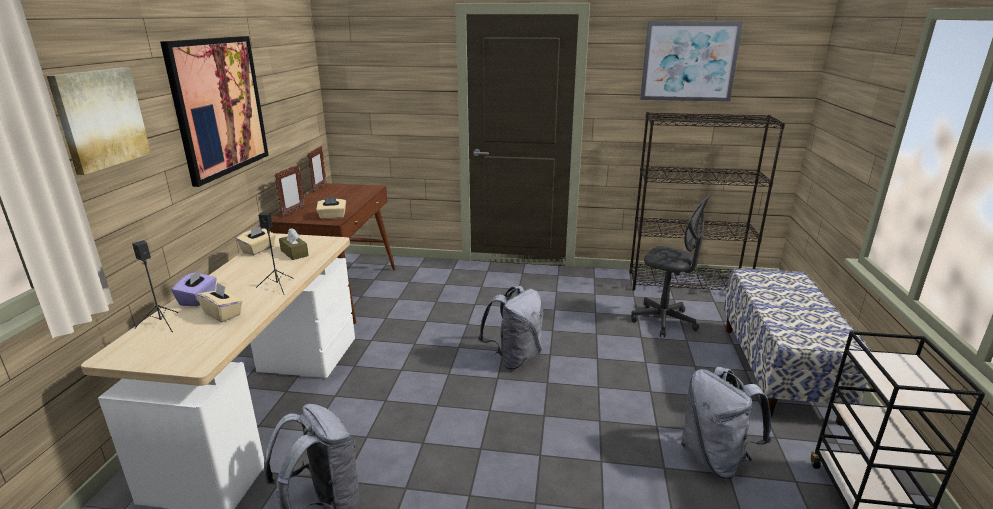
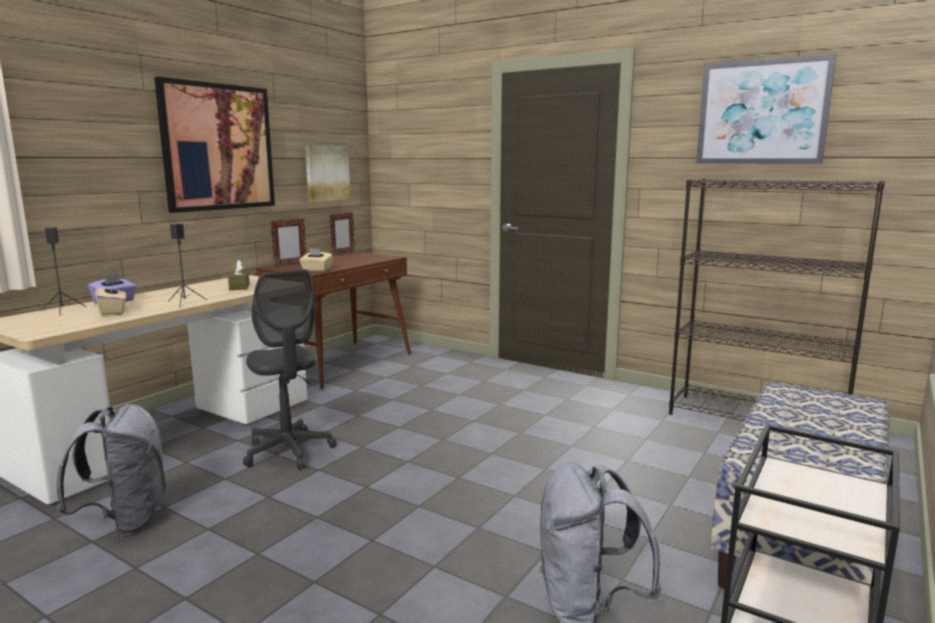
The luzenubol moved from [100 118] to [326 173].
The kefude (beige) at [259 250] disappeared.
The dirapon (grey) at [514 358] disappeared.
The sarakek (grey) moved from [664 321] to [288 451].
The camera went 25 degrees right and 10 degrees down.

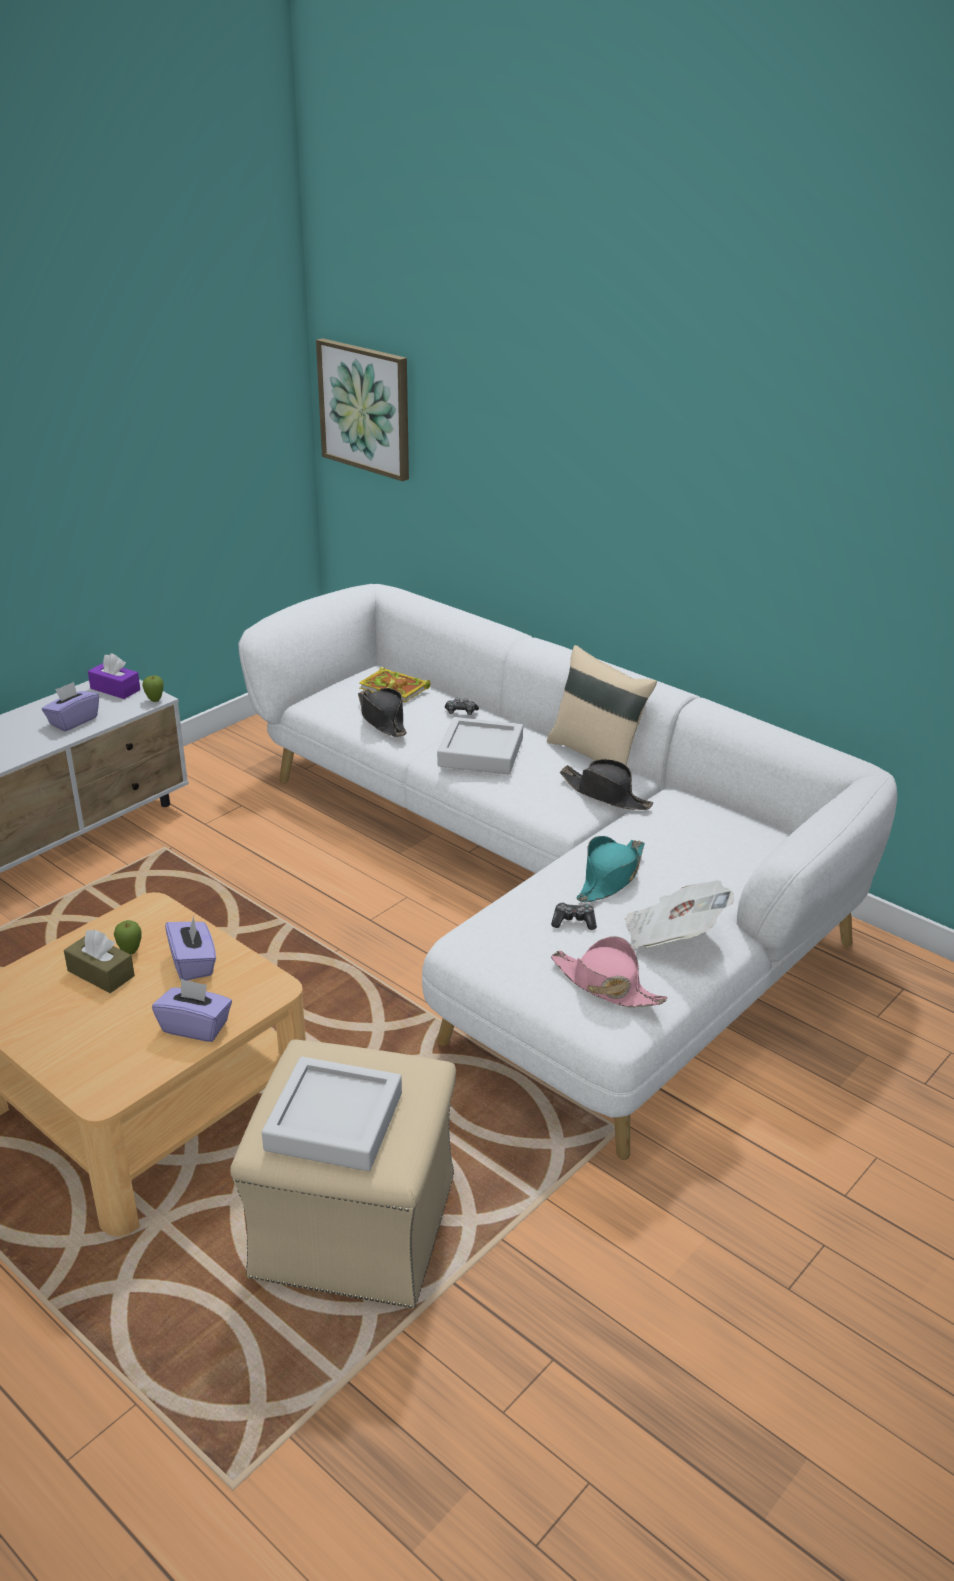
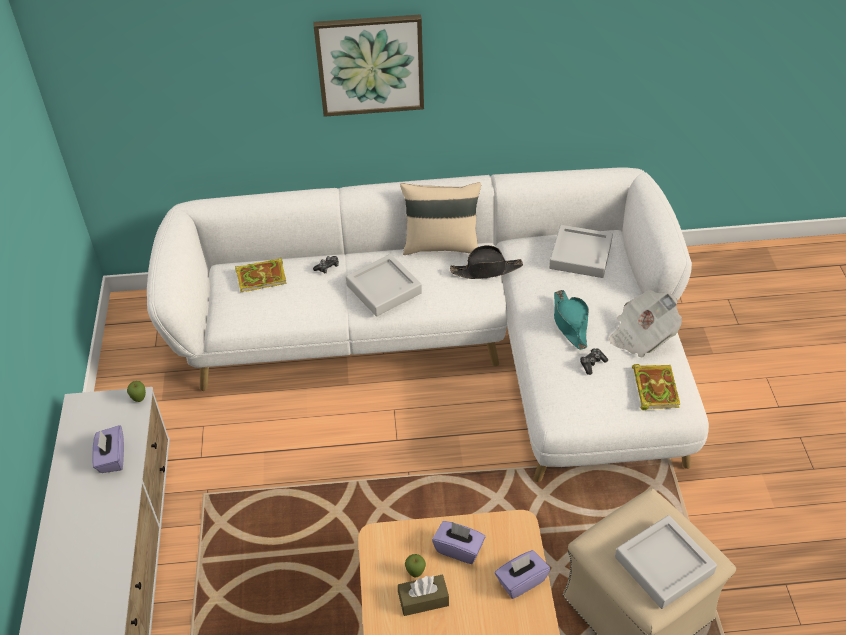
The kefude (purple) at [115 689] disappeared.
The luzenubol moved from [365 408] to [370 64].
The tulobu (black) at [382 719] disappeared.
The tulobu (pink) at [606 985] was replaced by the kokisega at [654 388].
The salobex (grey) at [580 255] appeared.
The camera went 45 degrees left and 15 degrees up.

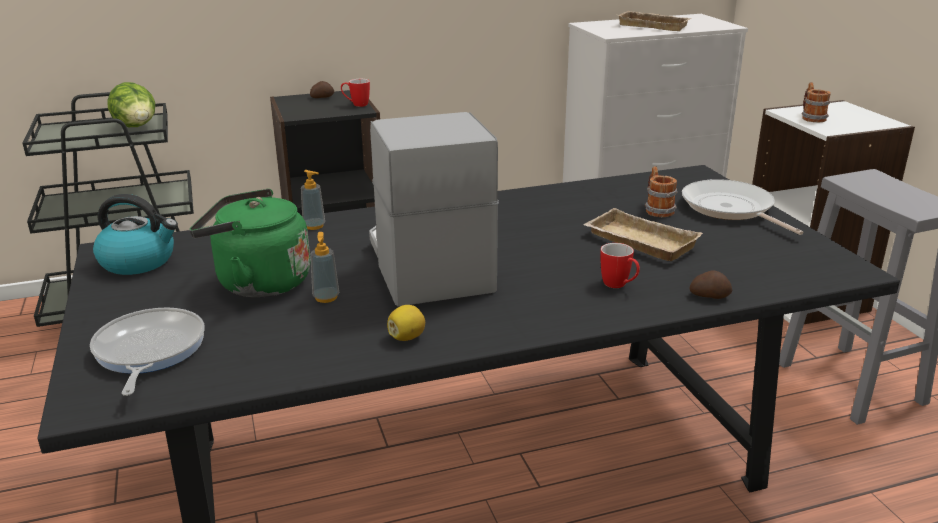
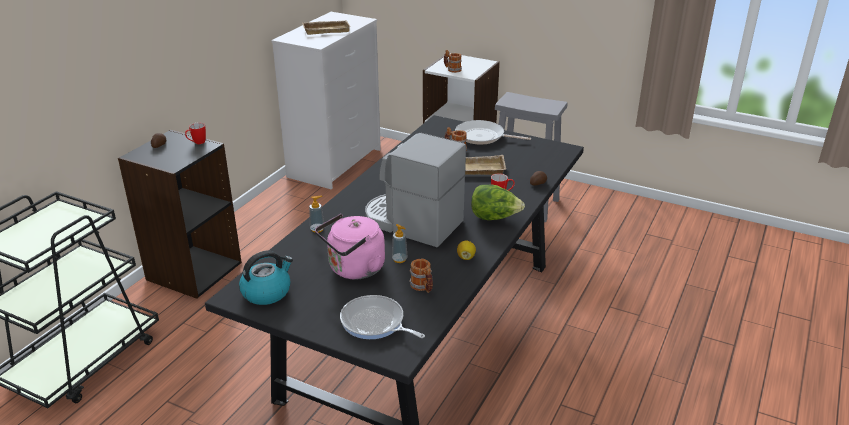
The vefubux moved from [137 128] to [494 218].
The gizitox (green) at [258 283] became the gizitox (pink) at [354 269].
The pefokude at [423 287] appeared.
The camera went 45 degrees left and 5 degrees up.

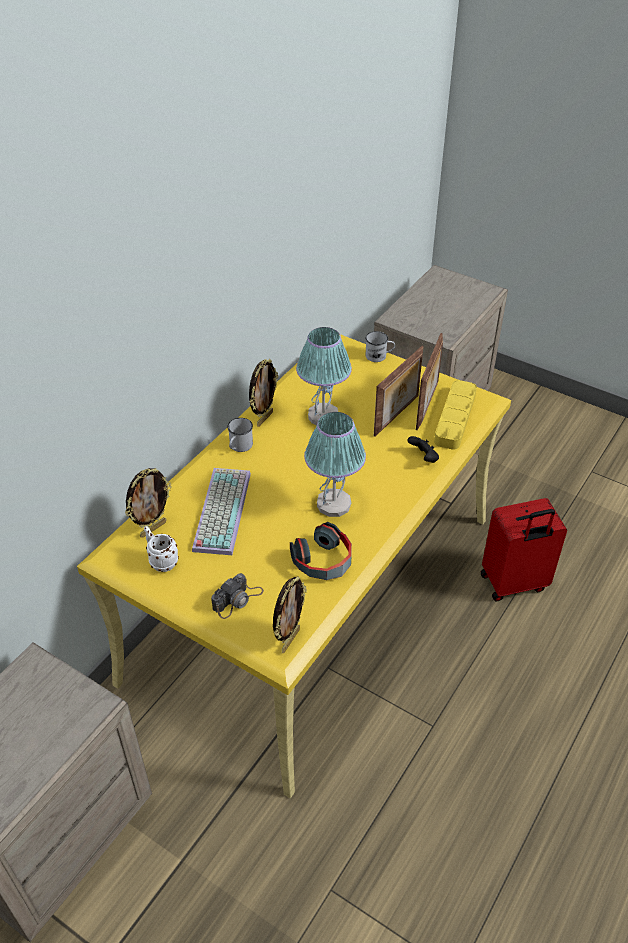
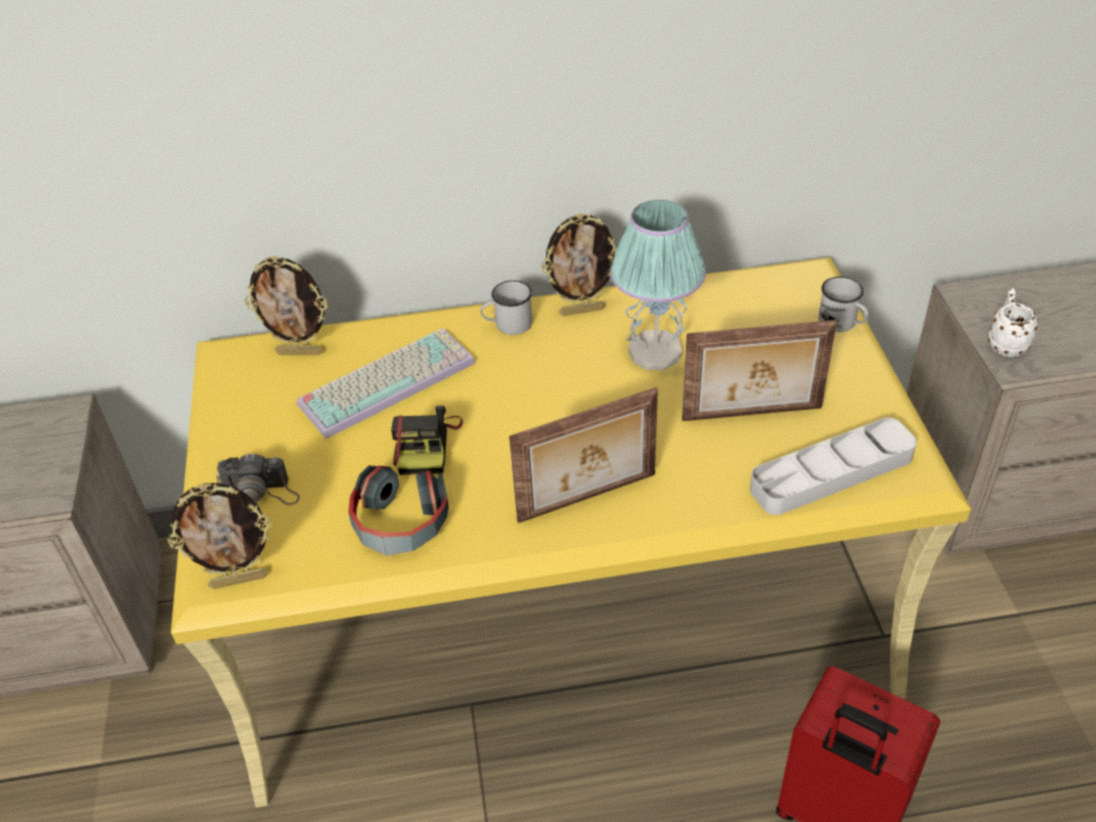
The pefokude (white) moved from [161 560] to [1005 343].
The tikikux at [333 504] disappeared.
The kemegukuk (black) at [423 458] disappeared.
The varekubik moved from [427 406] to [588 499].
The salobex (yellow) at [455 418] became the salobex (grey) at [831 473].
The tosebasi at [426 445] appeared.
The camera went 50 degrees right and 0 degrees up.

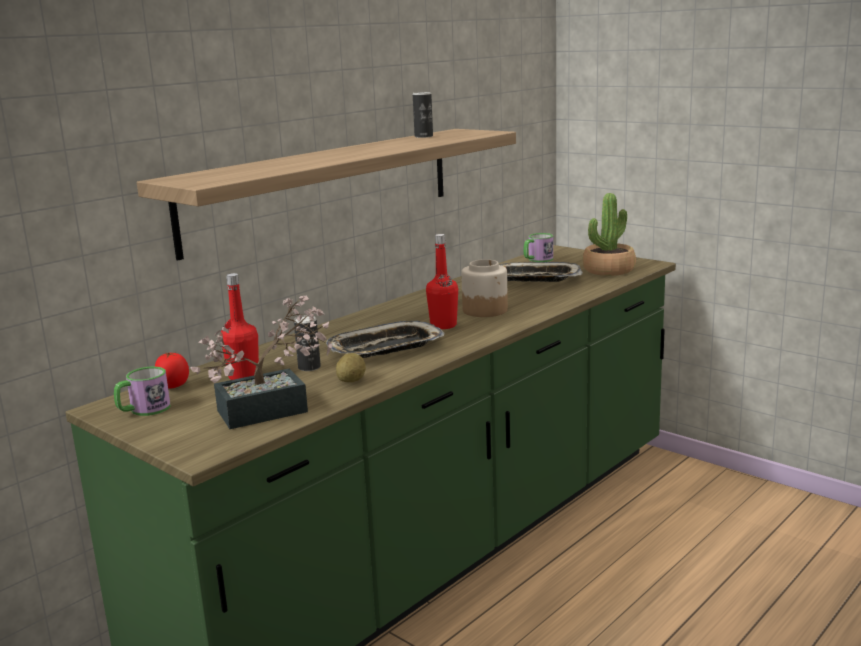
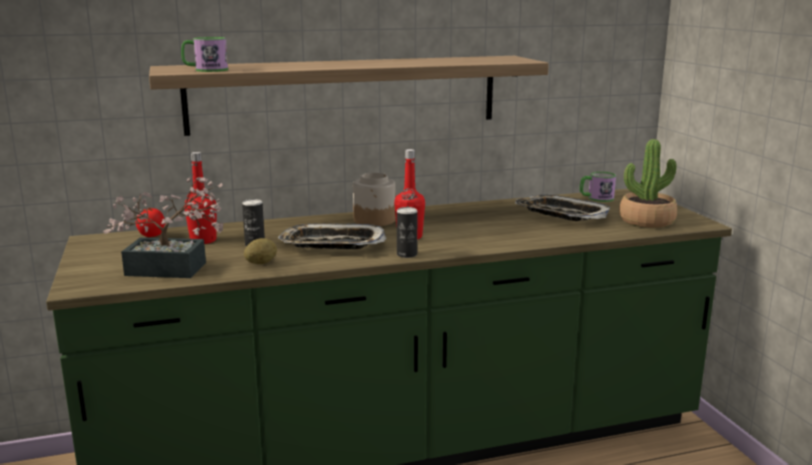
The pefokude moved from [144 410] to [205 70].
The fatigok moved from [423 136] to [407 254].
The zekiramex moved from [485 310] to [375 220].
The camera went 30 degrees right and 0 degrees up.

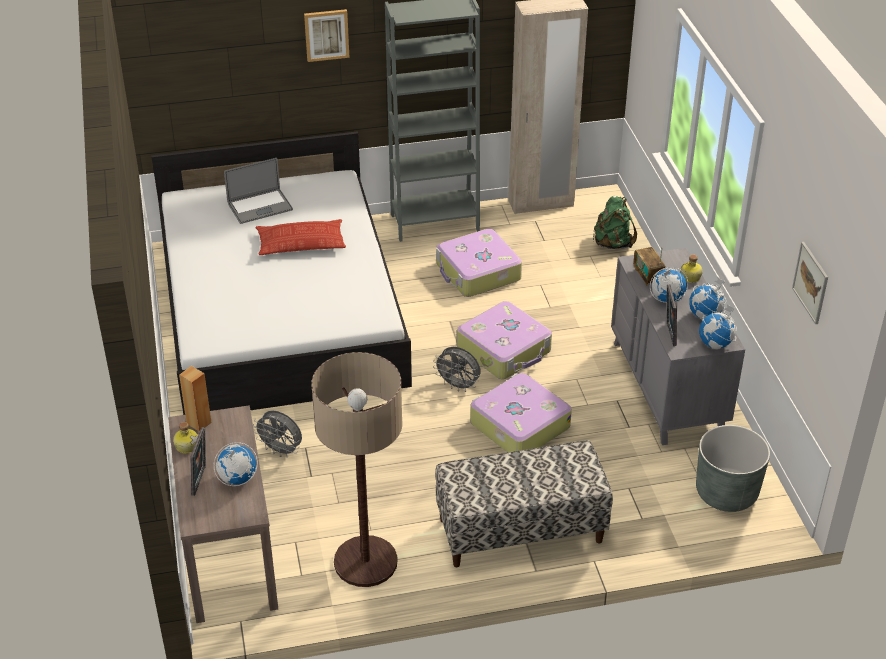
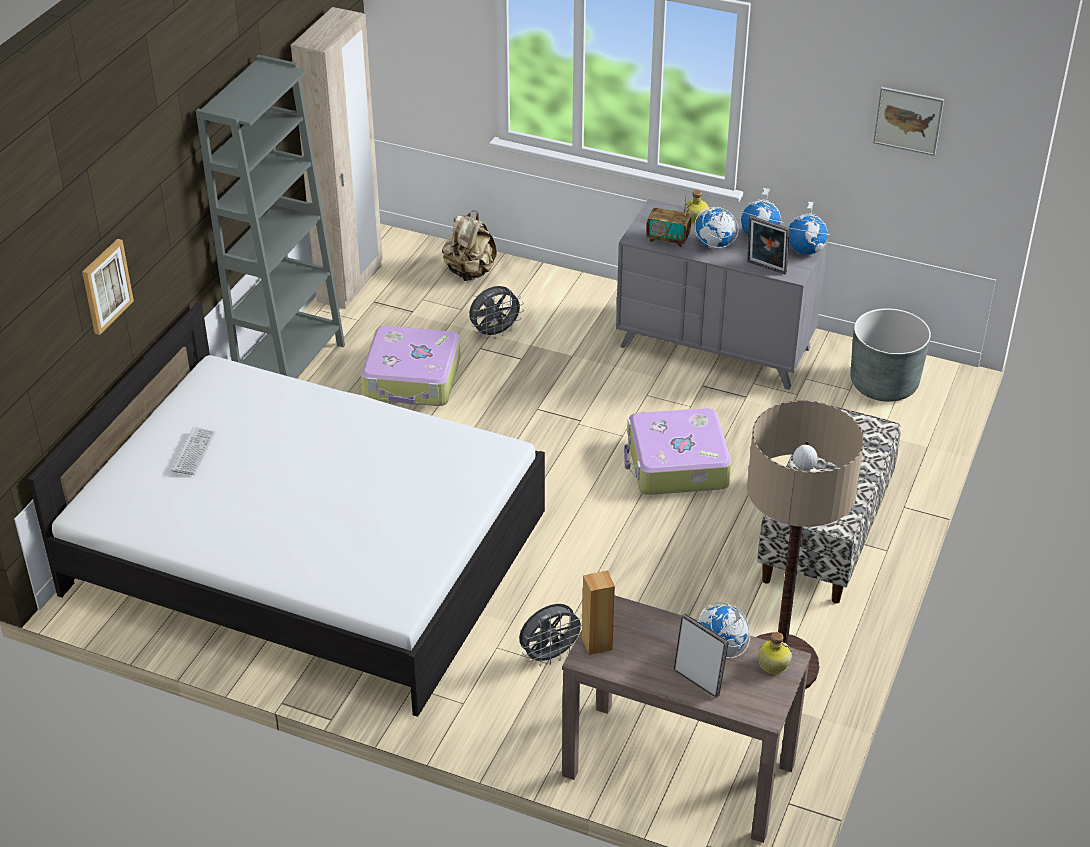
The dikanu moved from [186 445] to [772 663].
The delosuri at [260 207] was replaced by the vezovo at [193 452].
The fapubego at [301 243] disappeared.
The luzenubol moved from [326 34] to [106 286].
The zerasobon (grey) moved from [458 386] to [495 333].
The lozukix at [505 350] disappeared.
The dirapon (green) at [612 243] became the dirapon (beige) at [470 272].
The camera went 55 degrees left and 0 degrees up.

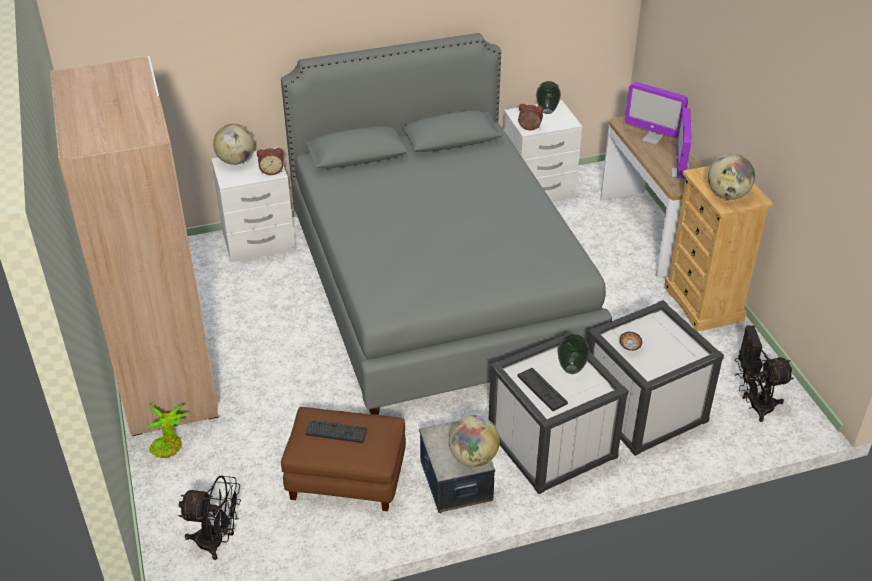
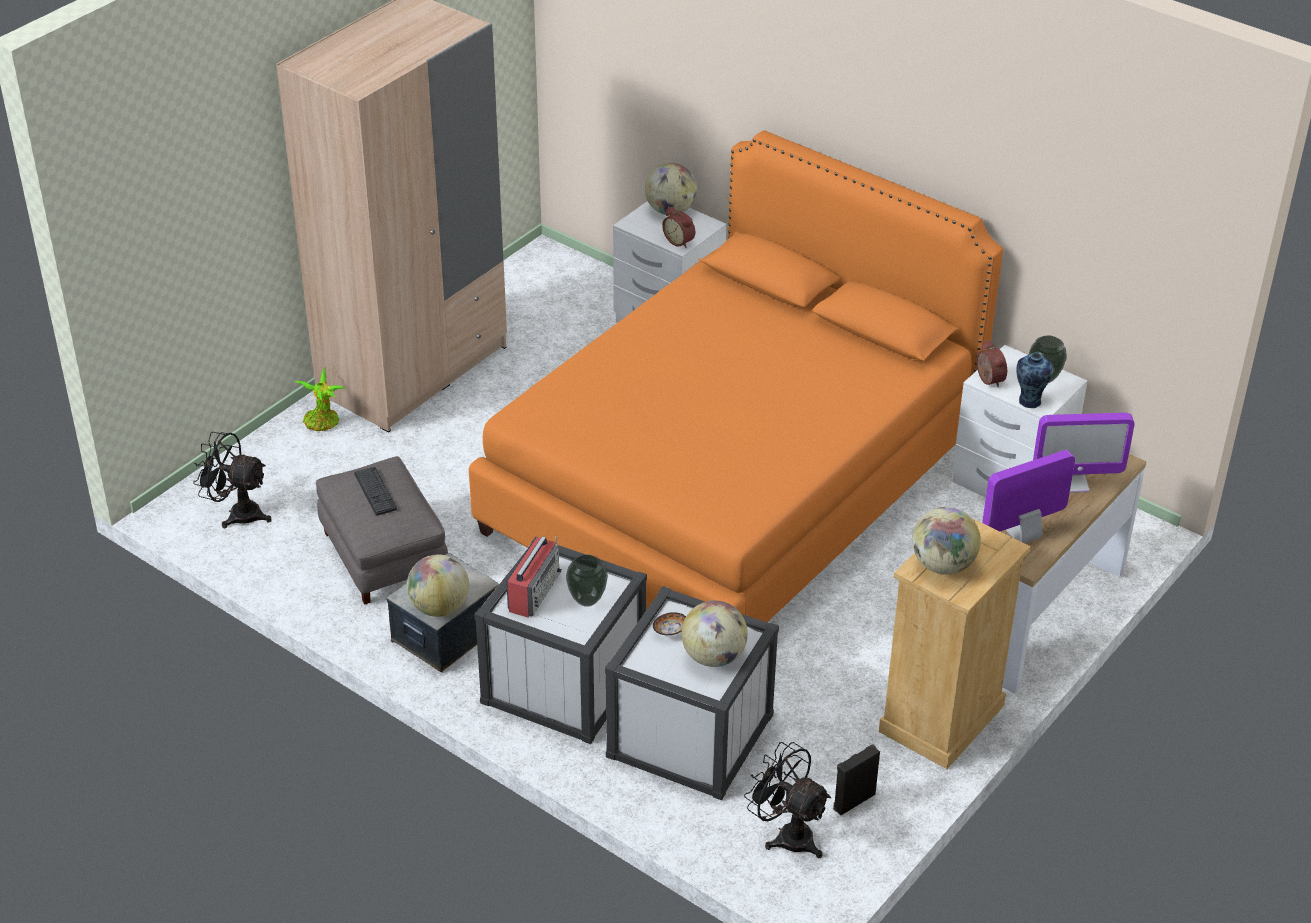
The zerasobon (black) at [217 541] turned 135 degrees clockwise.
The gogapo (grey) at [437 287] became the gogapo (orange) at [732 485].
The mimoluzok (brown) at [346 478] became the mimoluzok (grey) at [383 555].
The vezovo at [542 389] was replaced by the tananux at [534 591].
The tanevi at [652 139] turned 90 degrees counterclockwise.
The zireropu at [714 657] appeared.
The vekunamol at [1029 401] appeared.
The camera went 55 degrees right and 0 degrees up.

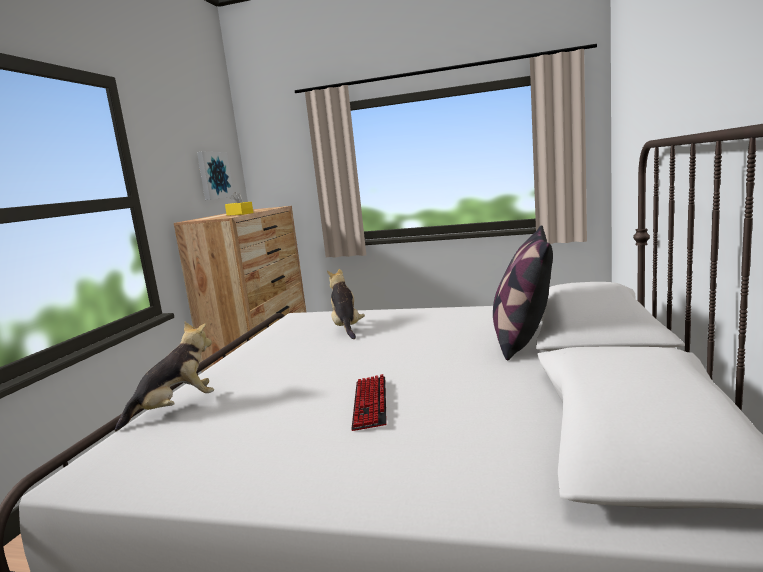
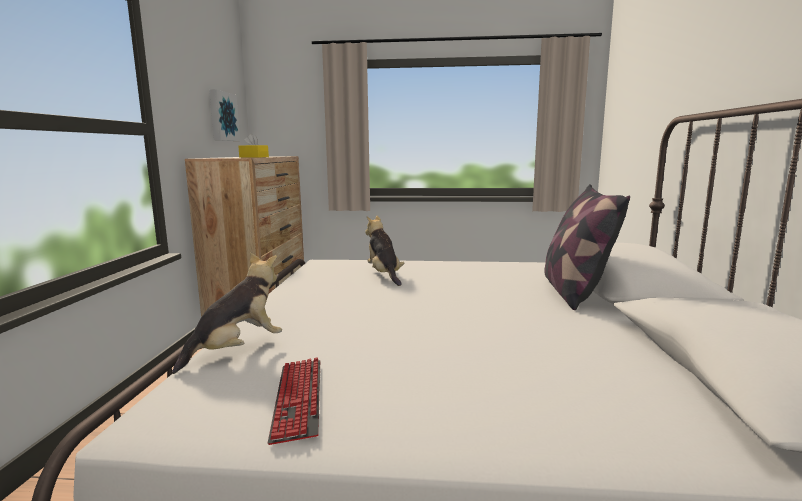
The vezovo moved from [370 403] to [298 399].
The camera went 10 degrees left and 0 degrees up.

